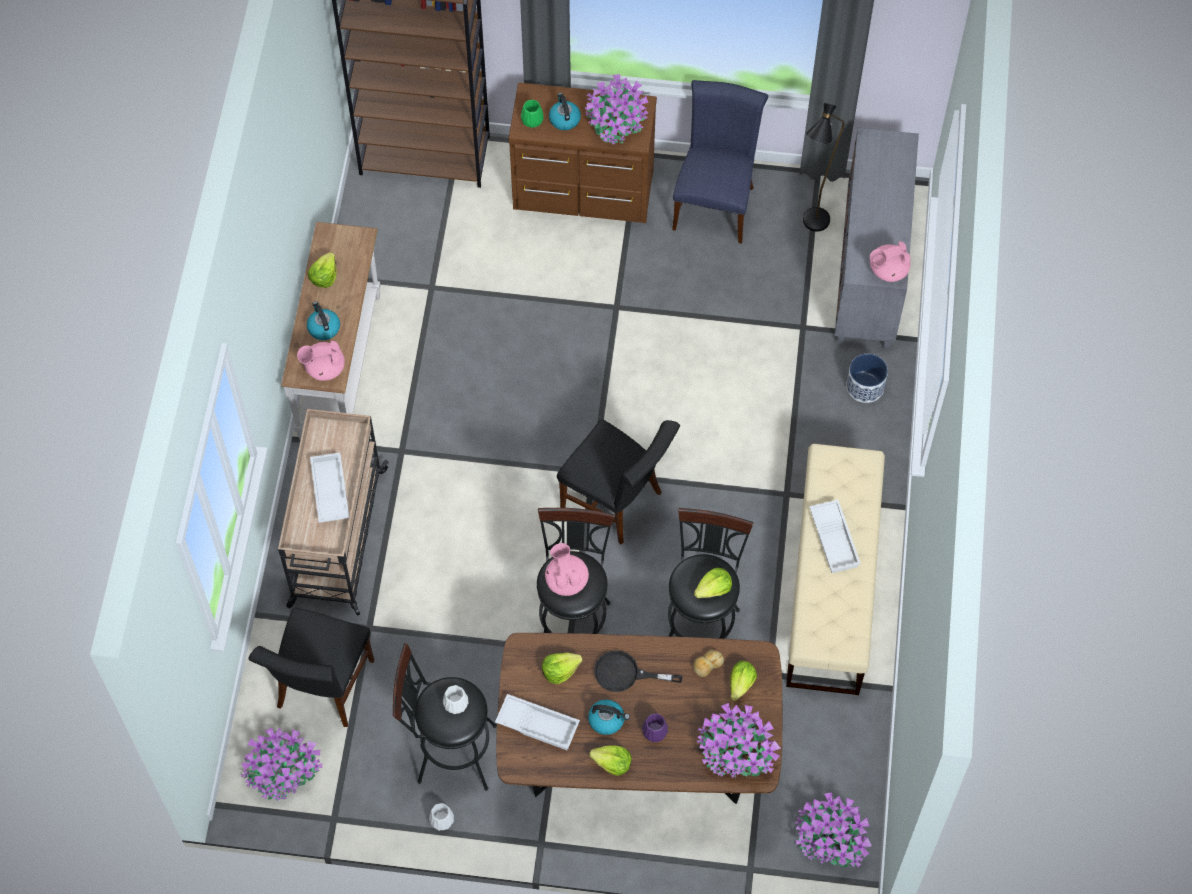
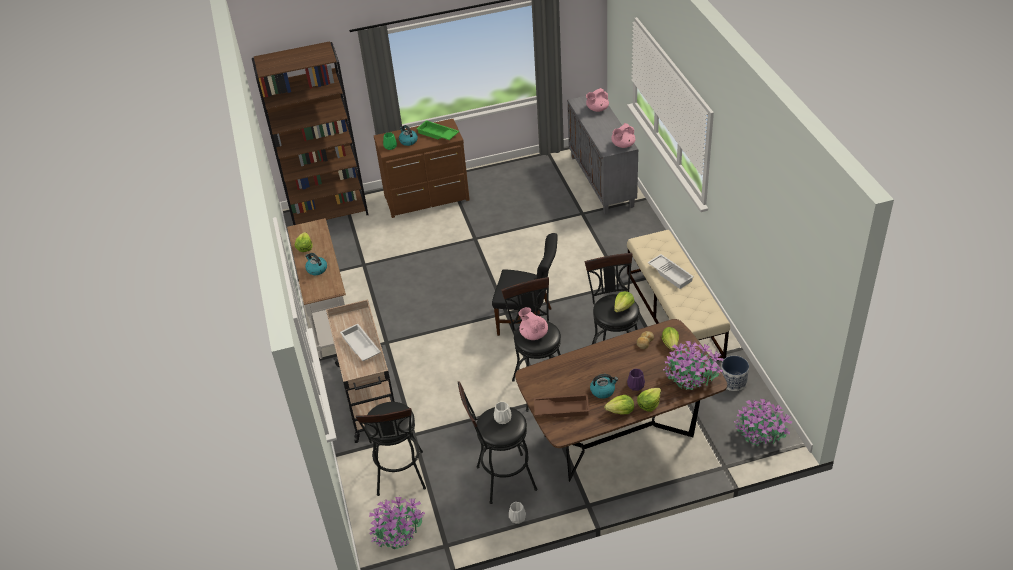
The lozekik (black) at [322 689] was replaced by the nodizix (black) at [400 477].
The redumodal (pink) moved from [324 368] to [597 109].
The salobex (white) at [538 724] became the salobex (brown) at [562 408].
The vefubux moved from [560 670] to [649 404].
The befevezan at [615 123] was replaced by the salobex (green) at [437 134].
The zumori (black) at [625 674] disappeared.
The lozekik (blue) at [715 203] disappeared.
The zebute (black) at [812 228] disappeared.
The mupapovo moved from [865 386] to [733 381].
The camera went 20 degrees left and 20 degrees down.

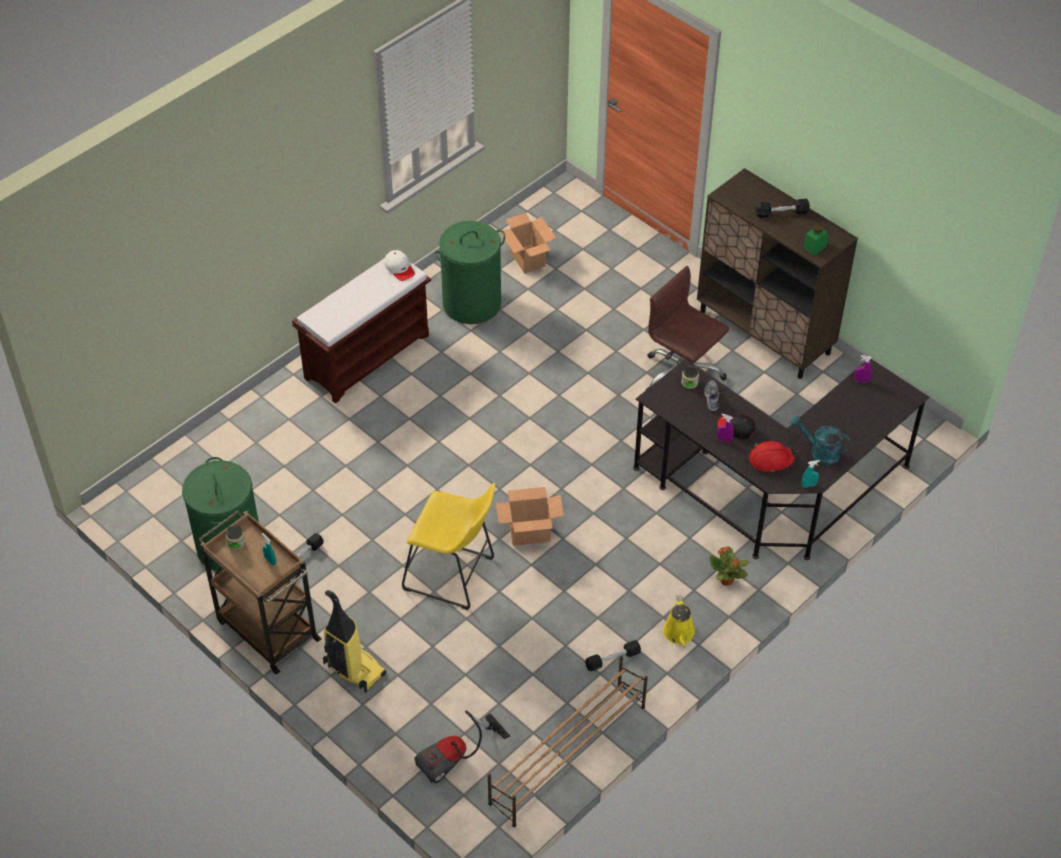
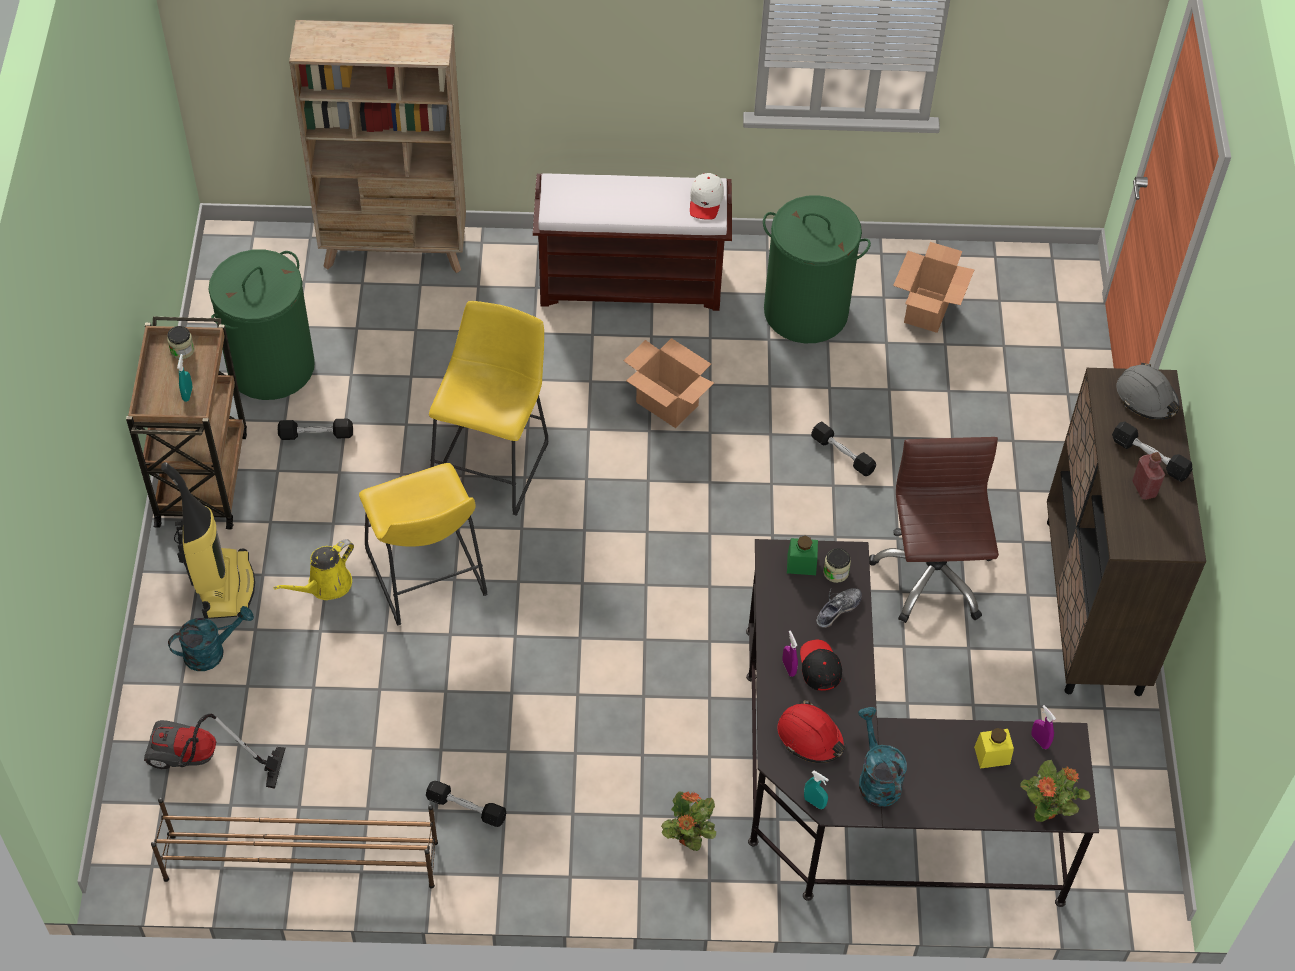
The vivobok moved from [529 533] to [666 404].
The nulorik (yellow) moved from [679 634] to [326 585].
The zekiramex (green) moved from [814 247] to [801 564].
The nulorik (turquoise) at [211 651] appeared.
The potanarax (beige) at [395 249] appeared.
The nodizix (yellow) at [493 461] appeared.
The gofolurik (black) at [842 454] appeared.
The zekiramex (yellow) at [992 755] appeared.
The befevezan at [1047 809] appeared.
The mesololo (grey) at [1146 398] appeared.
The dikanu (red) at [1144 488] appeared.
The camera went 45 degrees right and 5 degrees up.

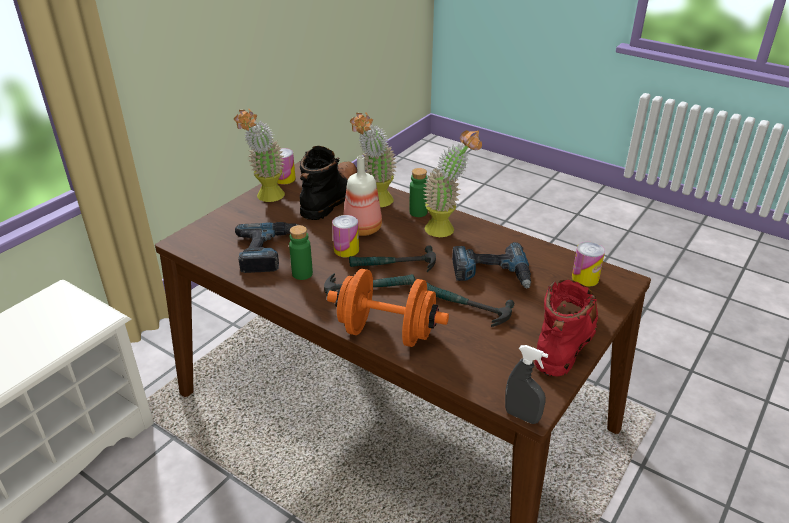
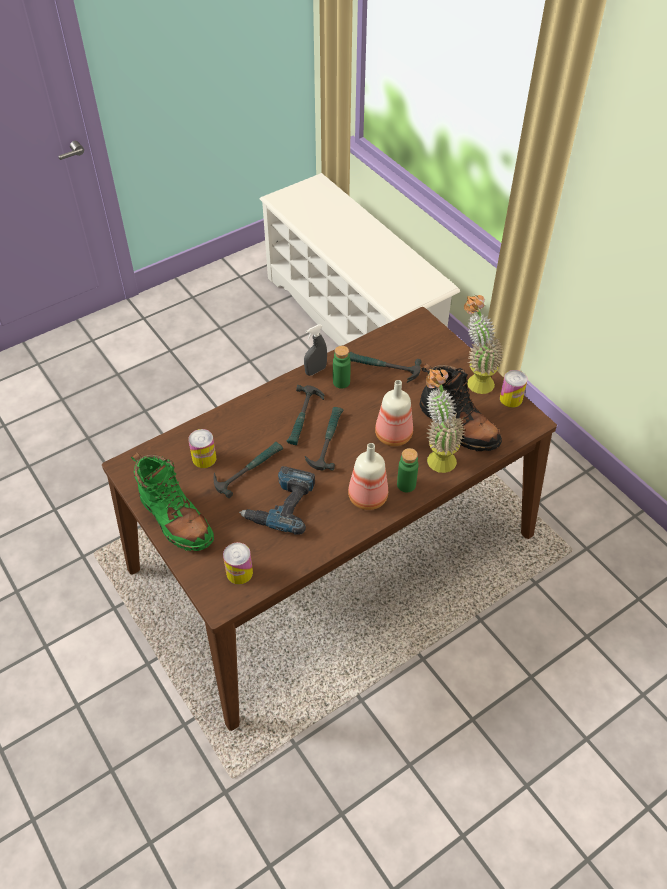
The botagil at [268 251] was replaced by the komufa at [383 368].
The gofolurik (orange) at [387 332] disappeared.
The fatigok moved from [346 250] to [204 458].
The befevezan at [447 229] was replaced by the dikanu at [366 498].
The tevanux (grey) moved from [522 416] to [315 370].
The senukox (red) at [566 339] became the senukox (green) at [175 519].
The camera went 110 degrees right and 15 degrees up.

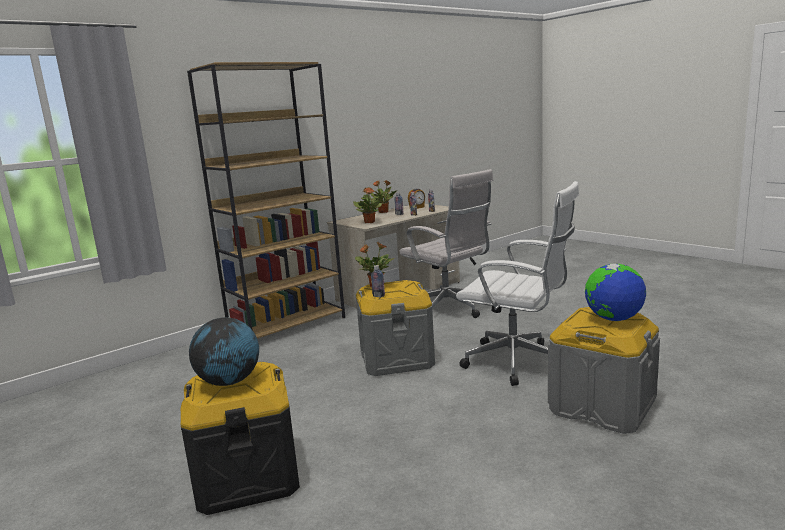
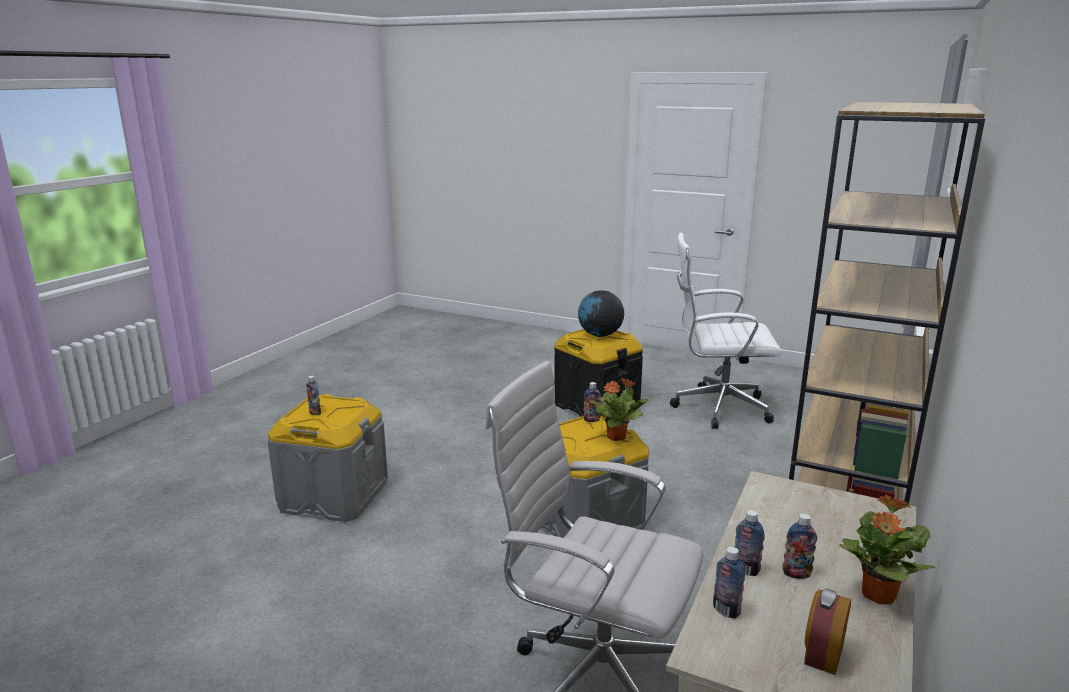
The befevezan at [369 222] disappeared.
The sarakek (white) moved from [519 363] to [716 408].
The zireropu at [613 319] was replaced by the dikanu at [315 413].
The camera went 155 degrees right and 5 degrees up.

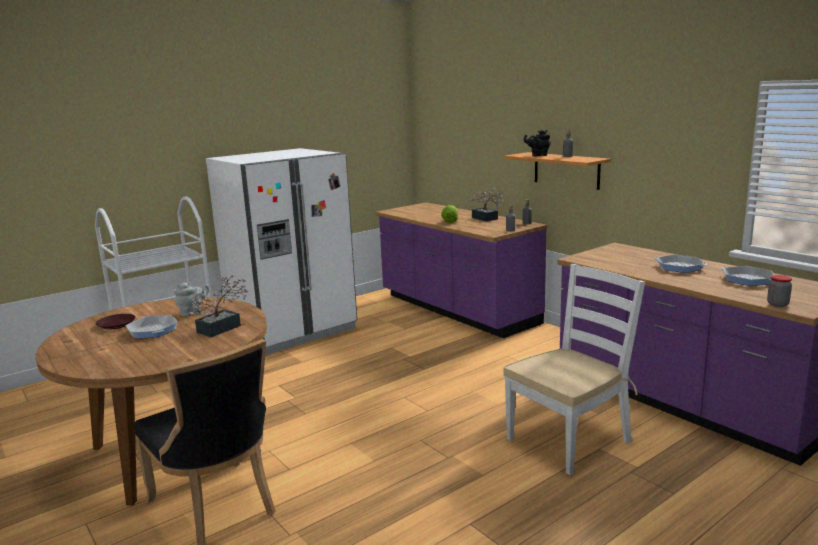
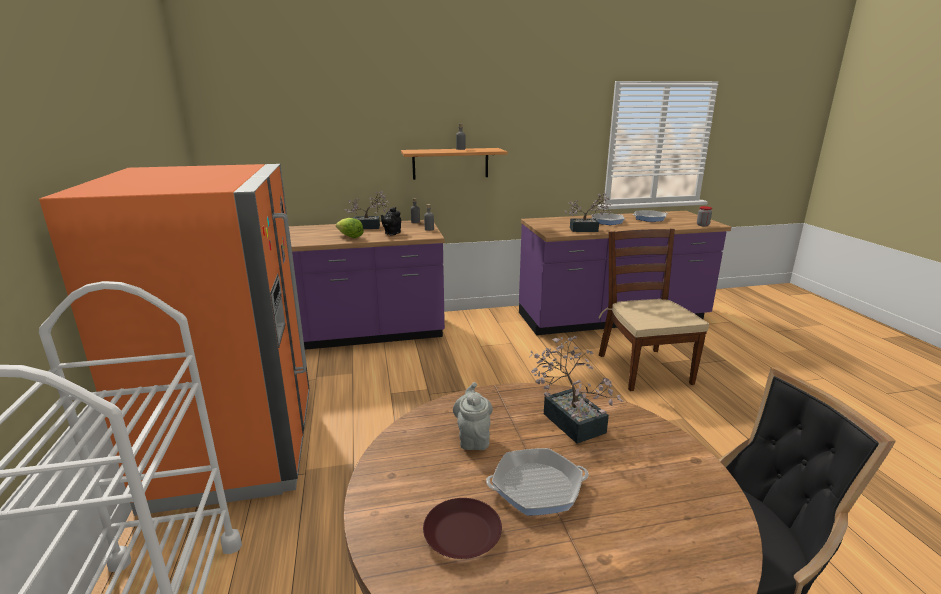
The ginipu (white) at [292 330] became the ginipu (orange) at [237 449].
The lozekik (white) at [569 439] became the lozekik (brown) at [643 368].
The redumodal (black) moved from [538 155] to [391 233].
The befevezan at [587 229] appeared.
The camera went 65 degrees left and 5 degrees up.

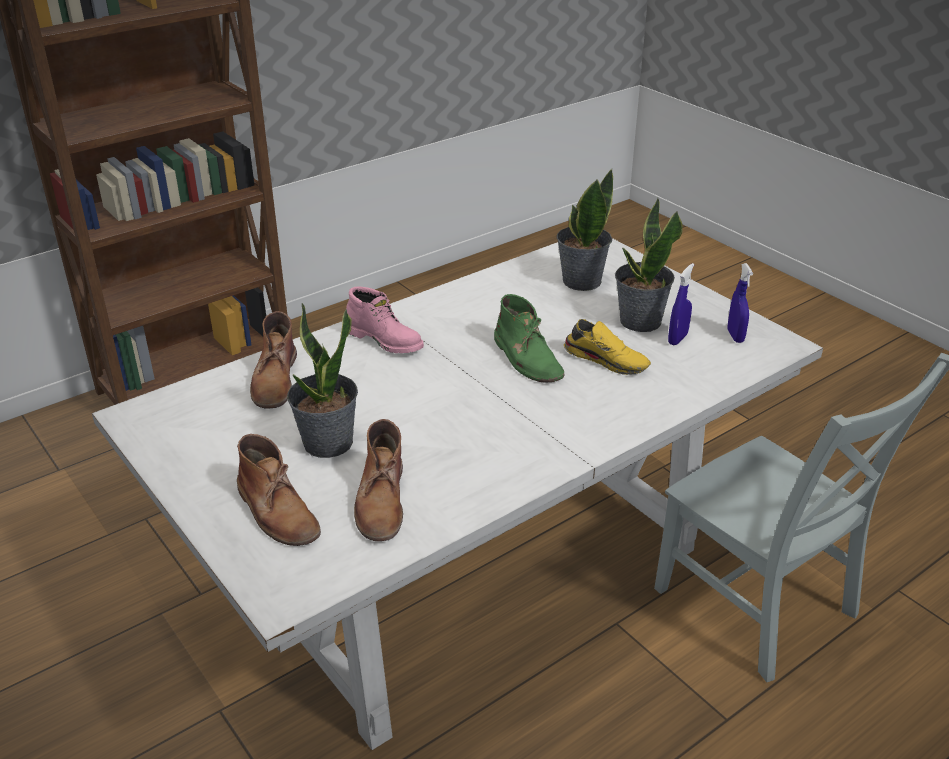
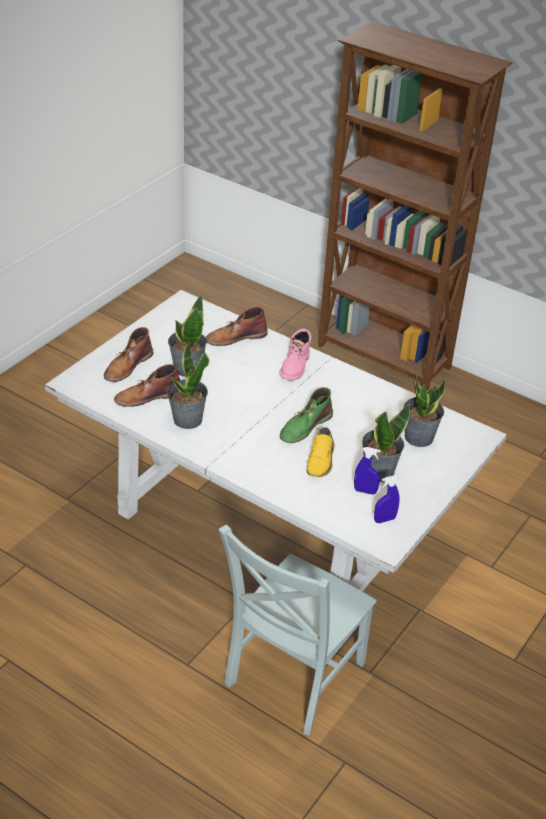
The befevezan at [187 420] appeared.
The camera went 70 degrees right and 5 degrees up.

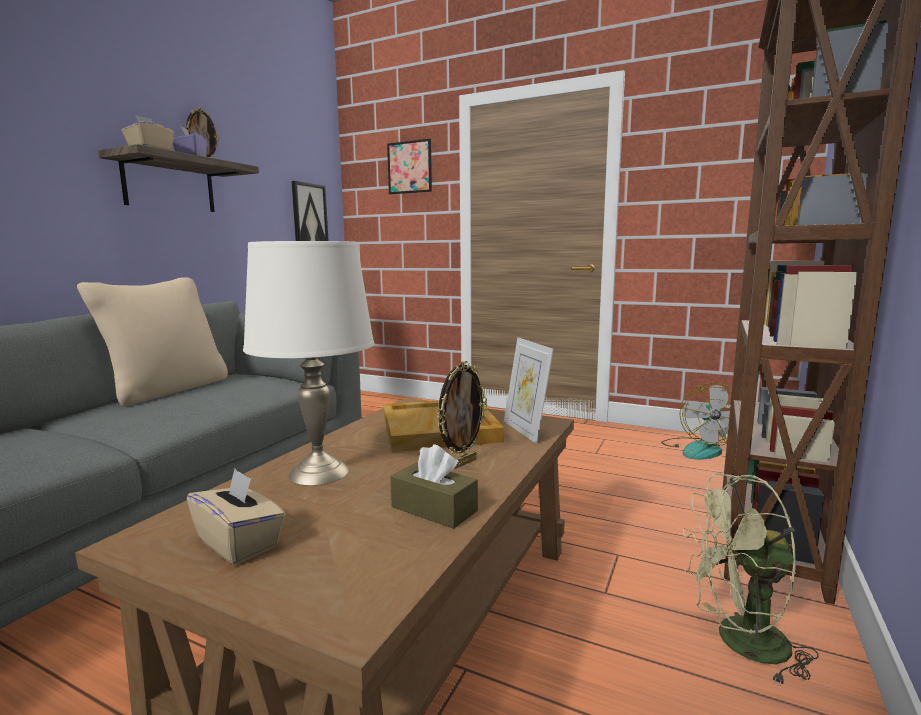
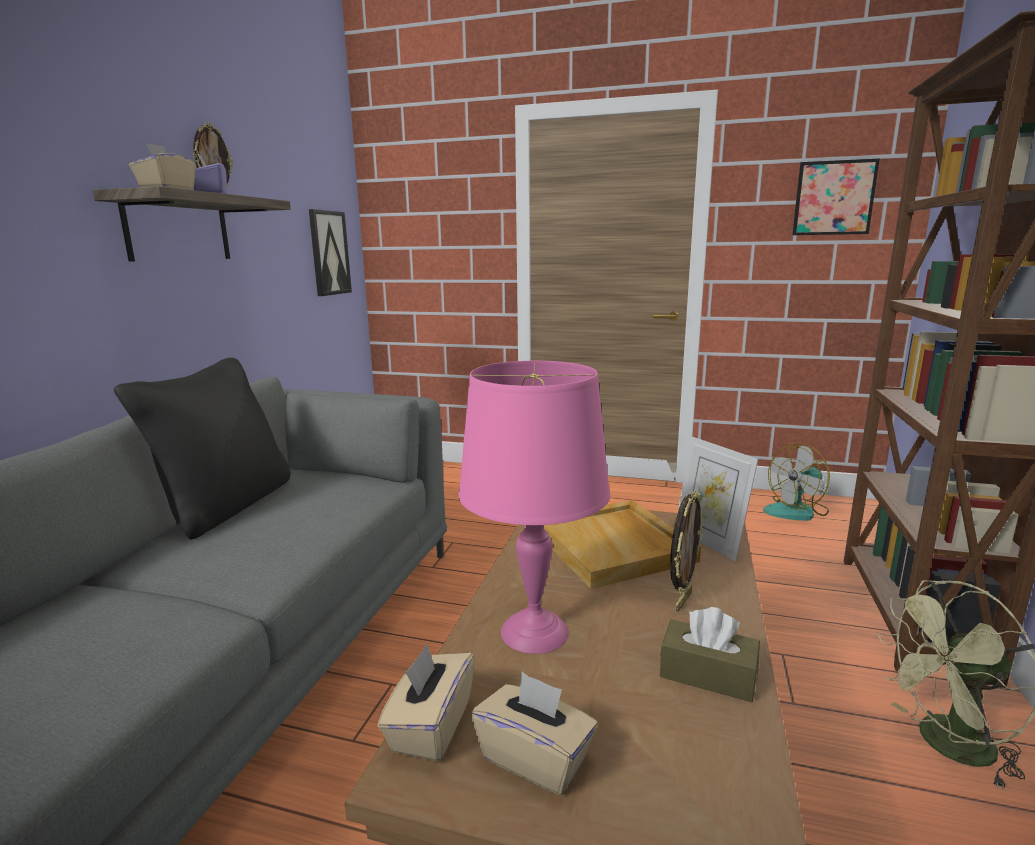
The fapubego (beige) at [167 390] became the fapubego (black) at [226 505].
The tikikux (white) at [318 472] became the tikikux (pink) at [533 631].
The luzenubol moved from [409 167] to [834 198].
The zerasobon at [699 449] turned 60 degrees clockwise.
The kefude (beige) at [430 726] appeared.
The camera went 10 degrees left and 5 degrees up.

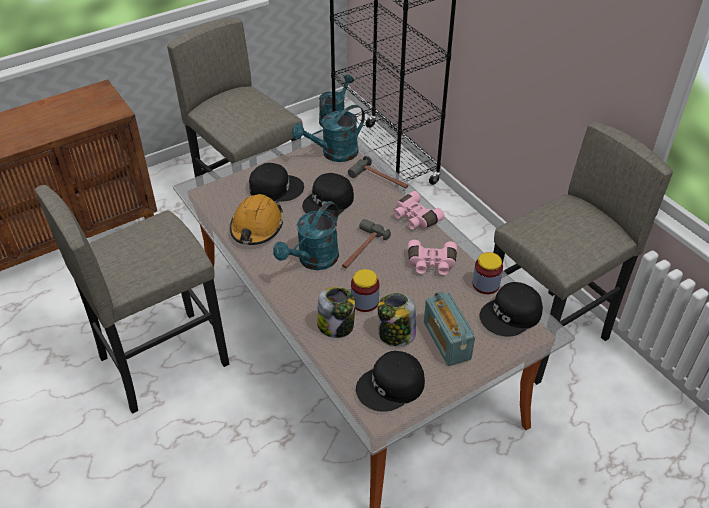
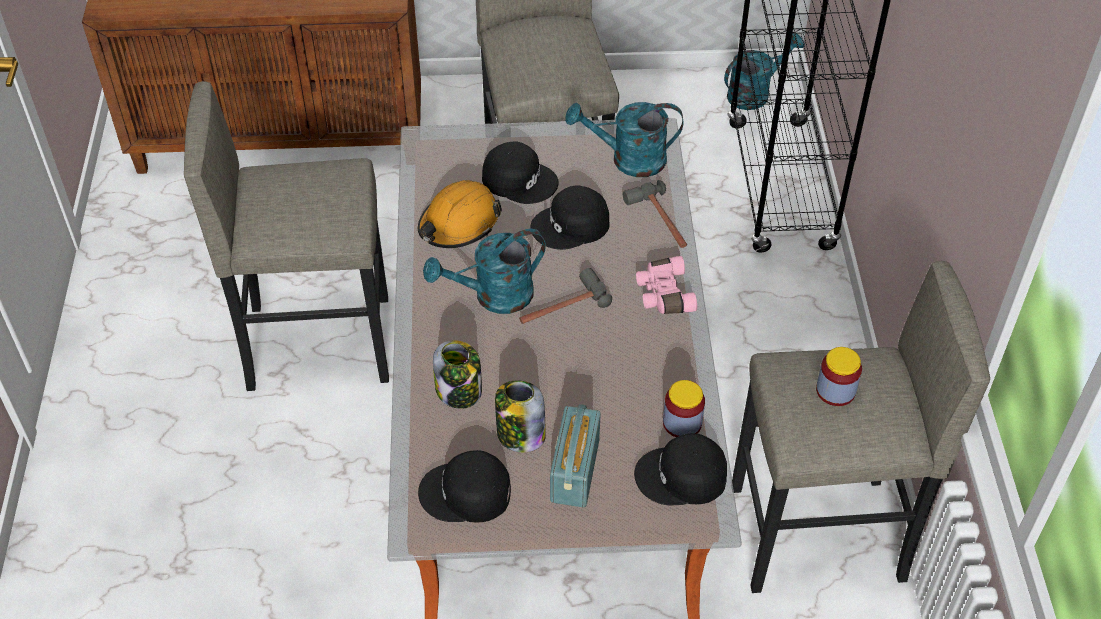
The zekiramex moved from [364 301] to [835 390].
The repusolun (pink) at [431 264] disappeared.
The camera went 30 degrees right and 5 degrees up.

